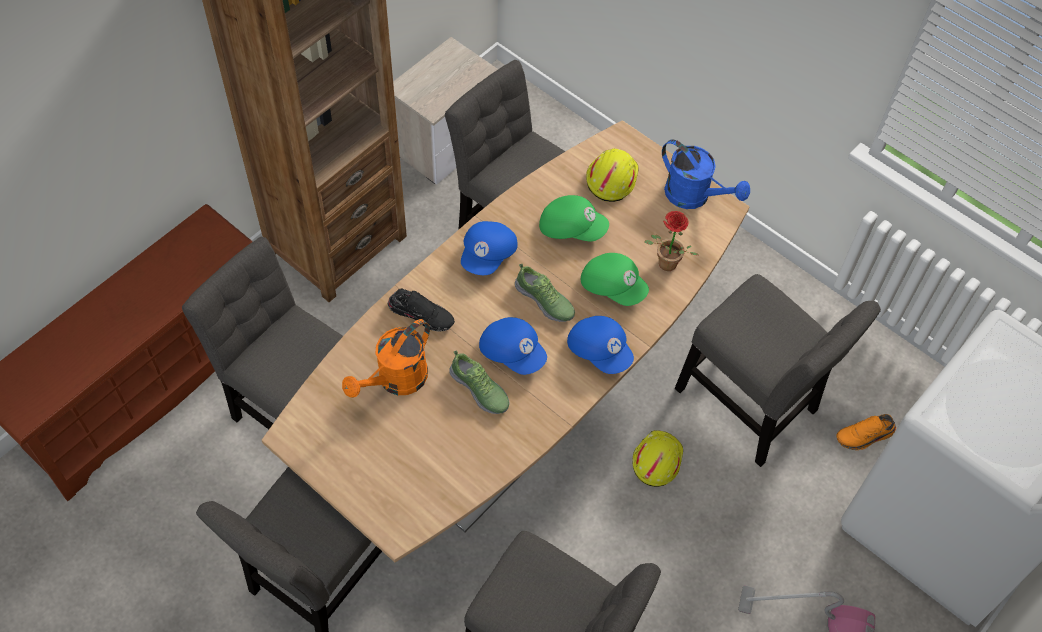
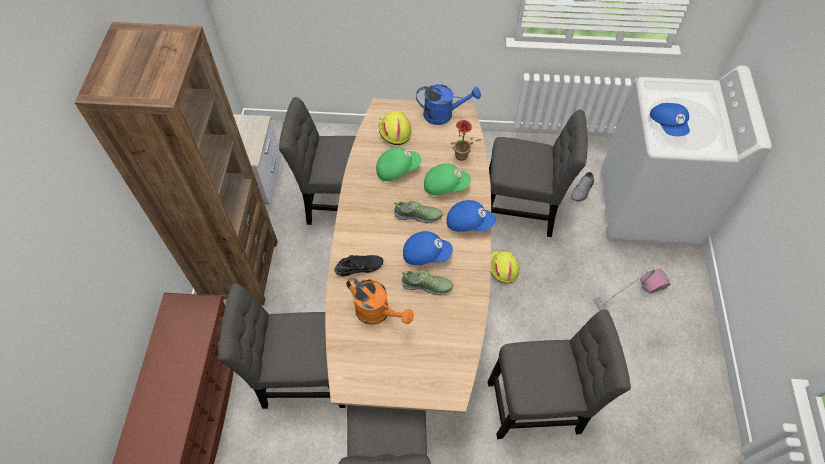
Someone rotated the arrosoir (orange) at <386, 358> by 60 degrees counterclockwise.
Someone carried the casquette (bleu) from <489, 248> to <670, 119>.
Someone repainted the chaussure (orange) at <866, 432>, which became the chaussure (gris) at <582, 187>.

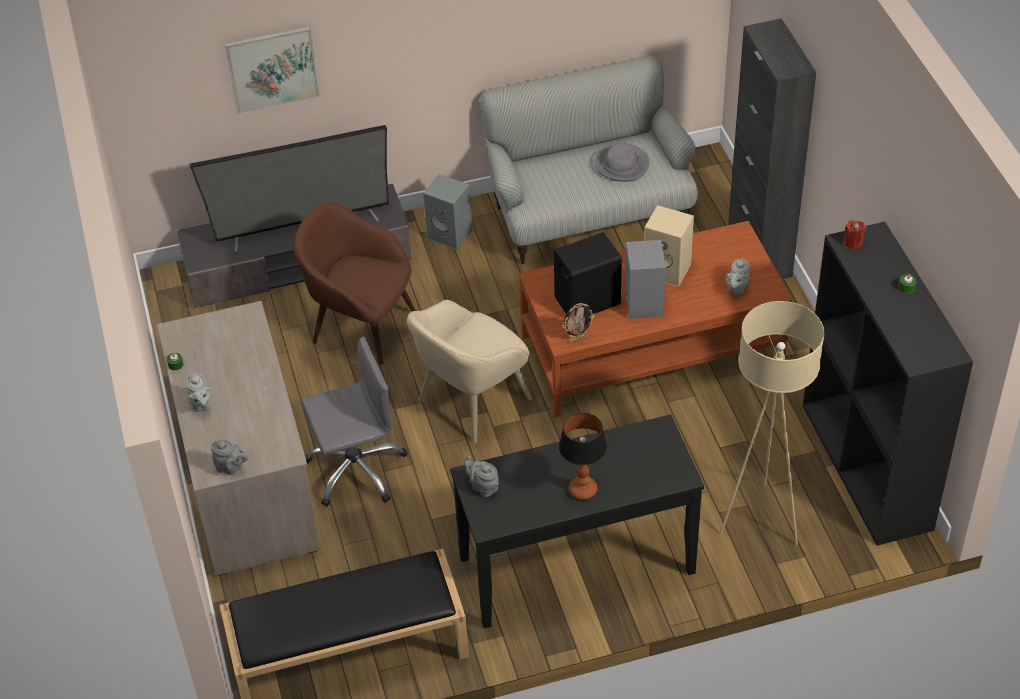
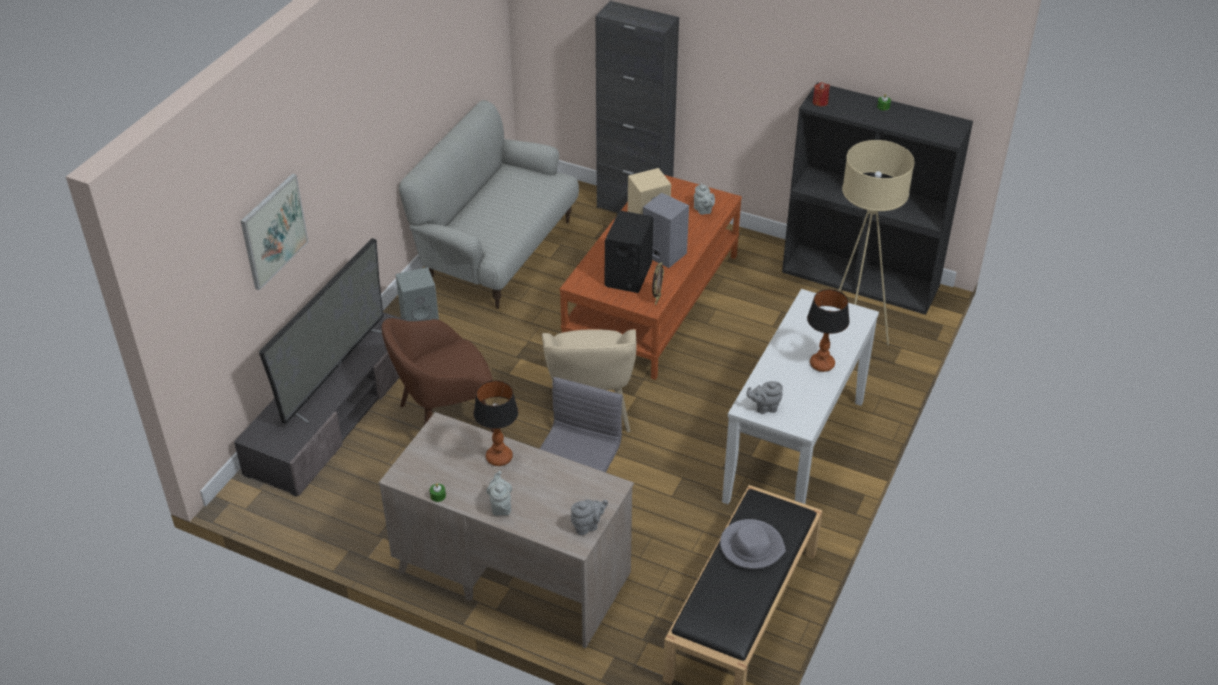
Someone rotated the théière (gris) at <199, 392> by 120 degrees counterclockwise.
Someone repainted the table console (noir) at <577, 521>, which became the table console (blanc) at <800, 396>.
Someone carried the chapeau (gris) from <621, 162> to <753, 544>.
Someone put down the lampe de table at <496, 423>.

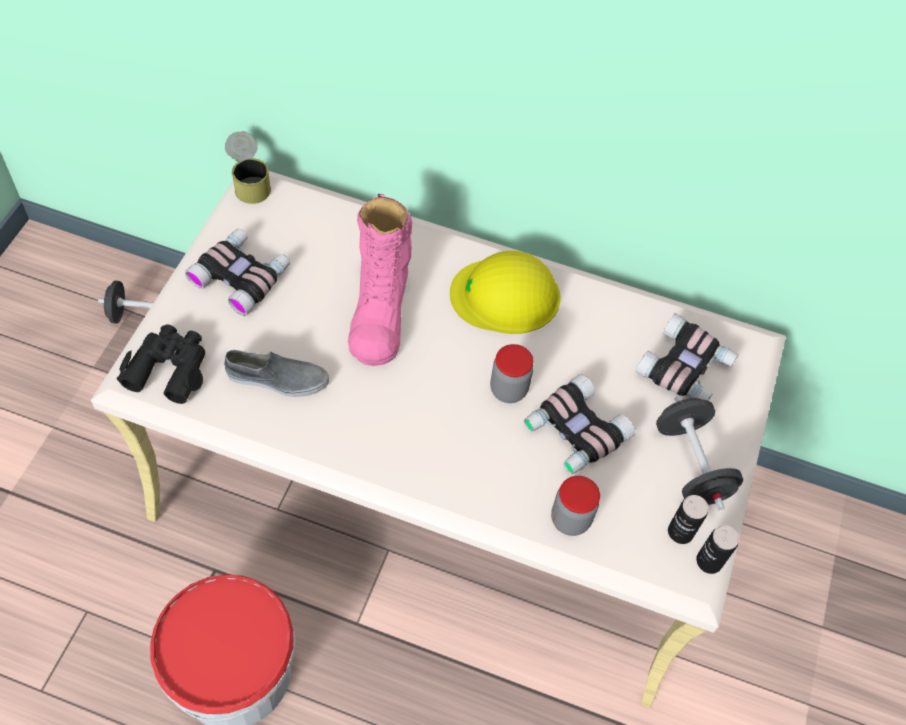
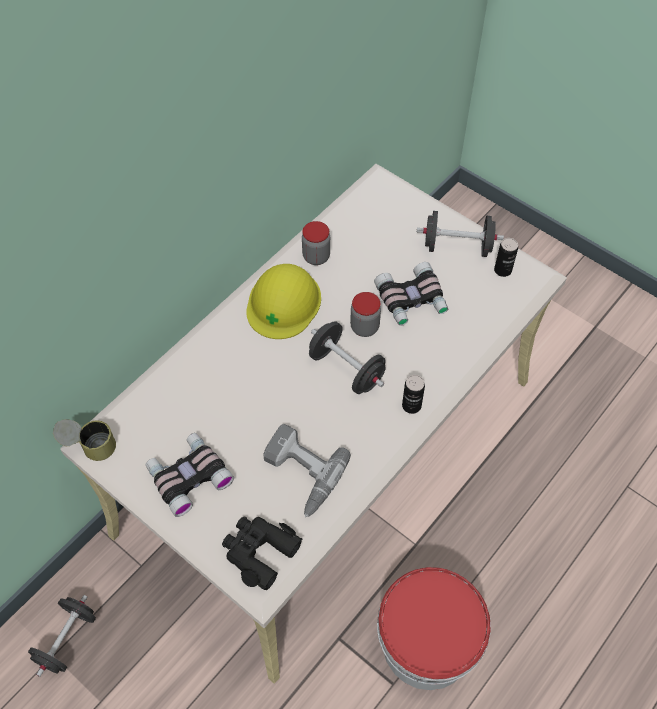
Someone swapped the chaussure (gris) at <276, 373> for the perceuse at <307, 470>.
Someone took away the botte (rose) at <380, 280>.
Someone carried the bocal from <575, 506> to <316, 243>.
Someone took away the jumelles at <687, 357>.
Someone carried the boîte métallique from <717, 549> to <413, 394>.
Someone put down the haltère (noir) at <347, 357>.

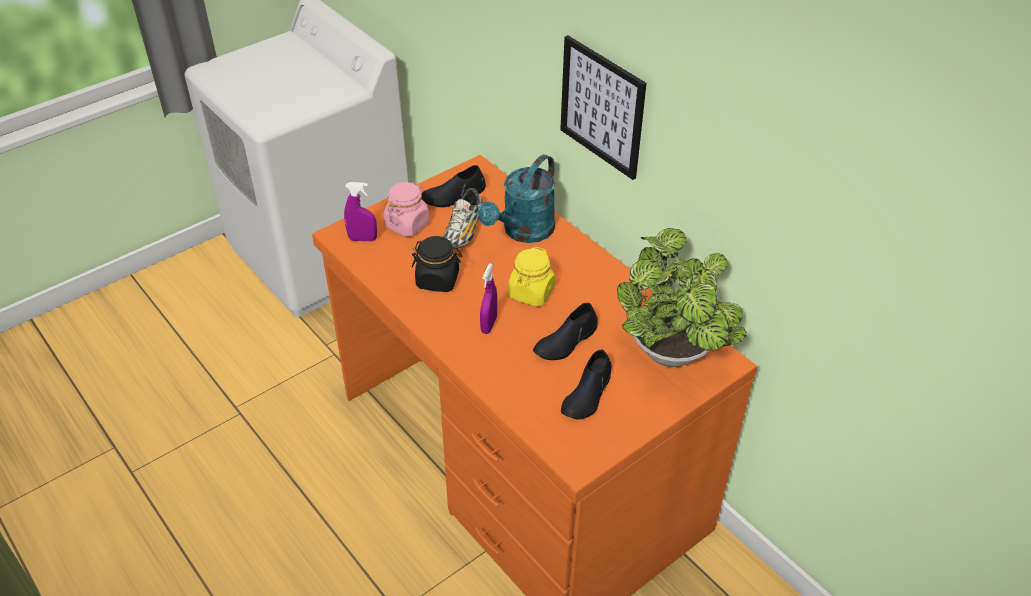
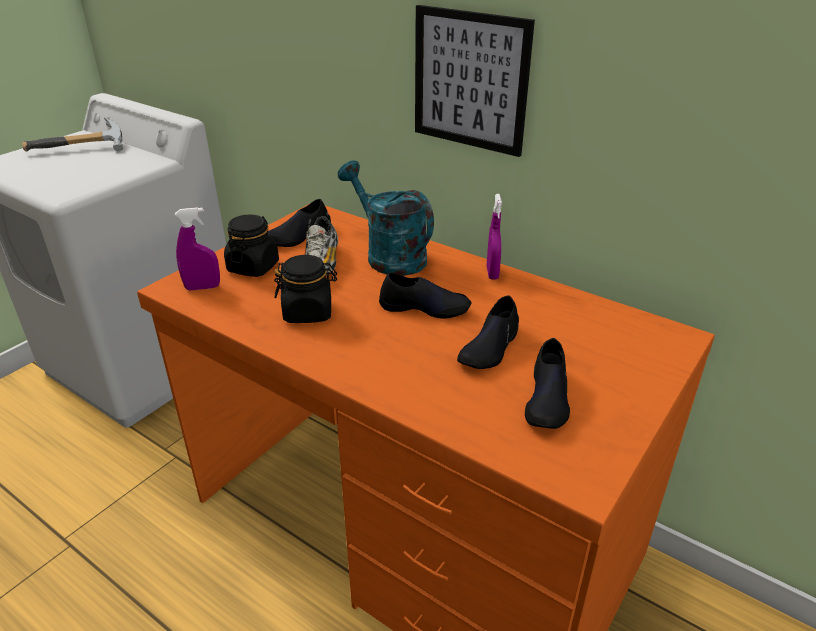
Someone repainted the bocal (rose) at <407, 209>, which became the bocal (noir) at <251, 245>.
Someone rotated the arrosoir (turquoise) at <516, 199> by 120 degrees clockwise.
Someone carried the vaporisateur (violet) from <488, 298> to <494, 237>.
Someone swapped the bocal (jaune) at <531, 277> for the chaussure (noir) at <425, 295>.
Someone took away the plante en pot at <682, 297>.
Someone put down the marteau at <72, 134>.

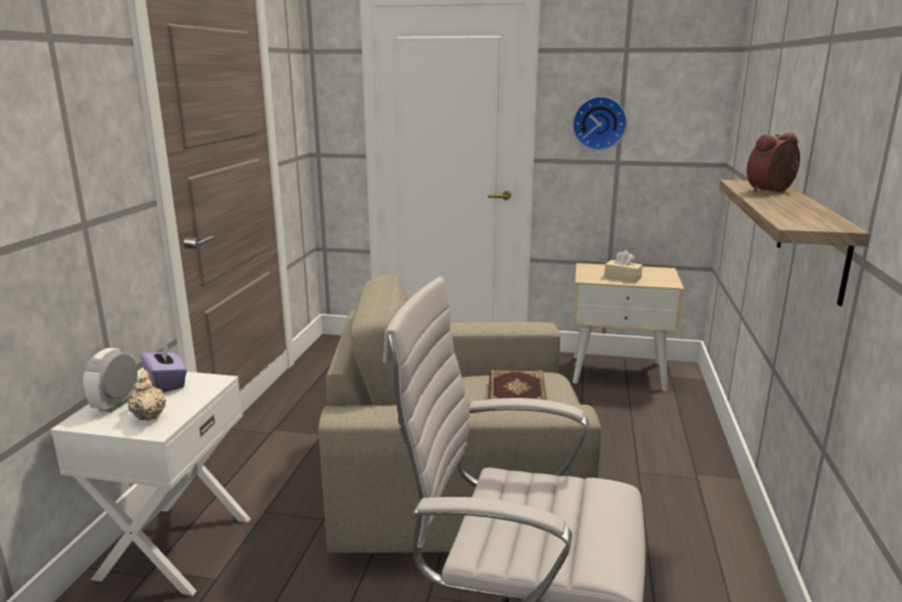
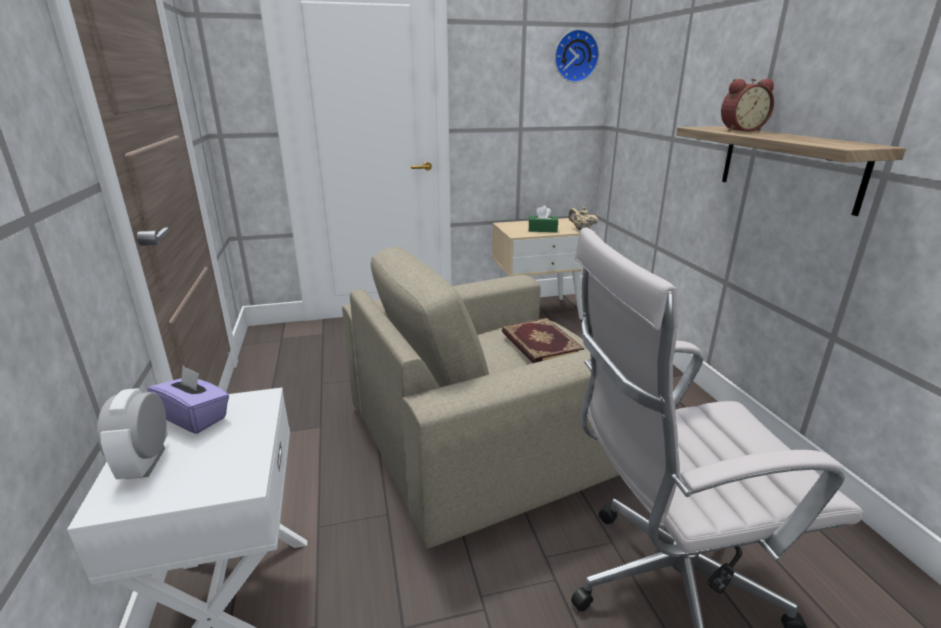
Someone carried the théière (beige) from <147, 395> to <583, 218>.
Someone carried the horloge murale from <599, 123> to <577, 56>.
Someone repainted the boîte à mouchoirs (beige) at <623, 266>, which became the boîte à mouchoirs (vert) at <543, 219>.
Someone rotated the réveil at <773, 162> by 135 degrees counterclockwise.

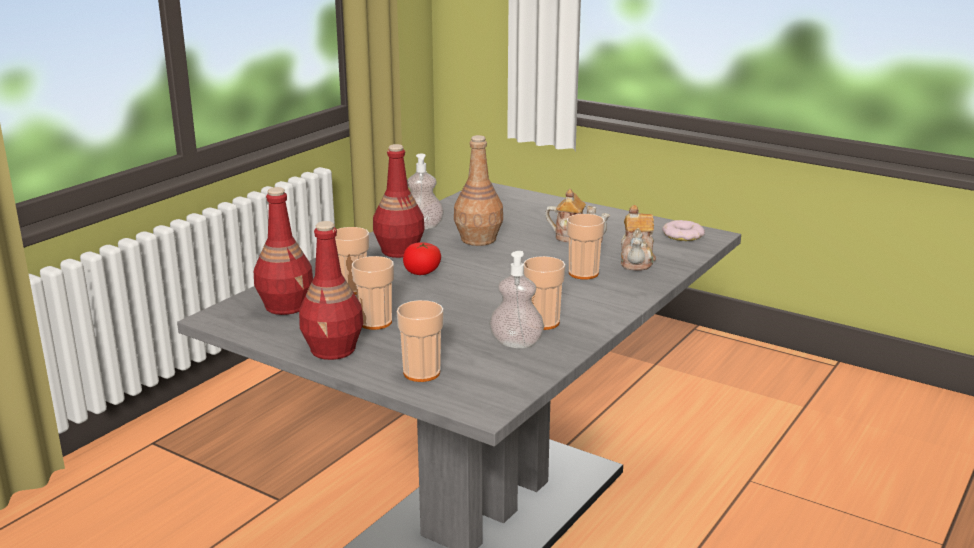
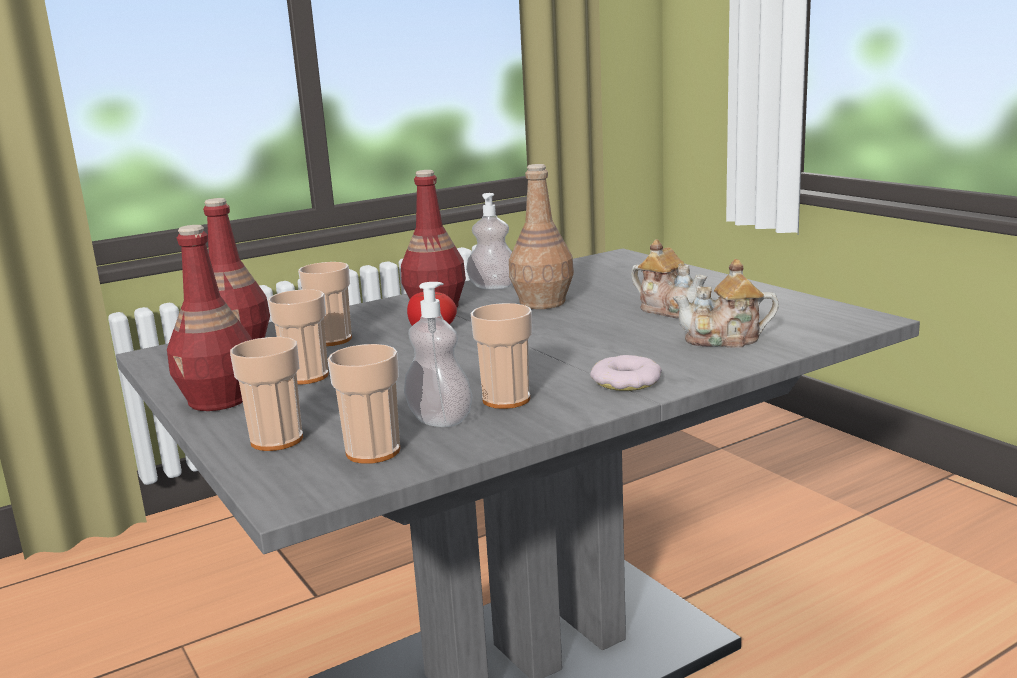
Someone carried the tasse from <586, 247> to <363, 404>.
Someone rotated the théière at <638, 238> by 60 degrees clockwise.
Someone carried the beignet from <683, 230> to <626, 373>.

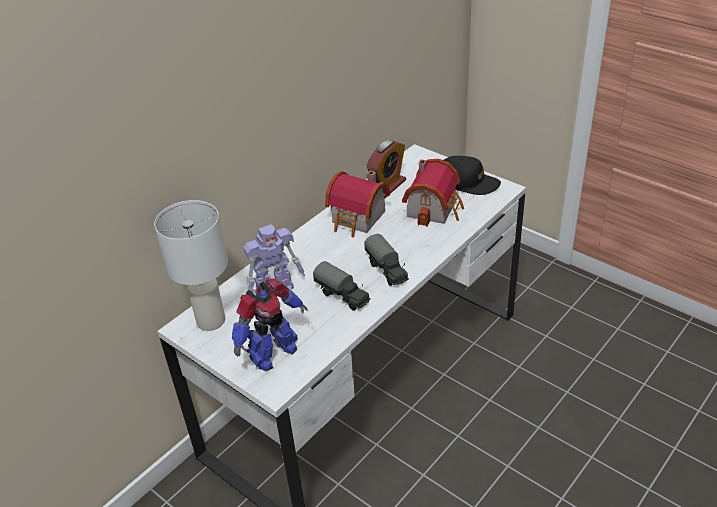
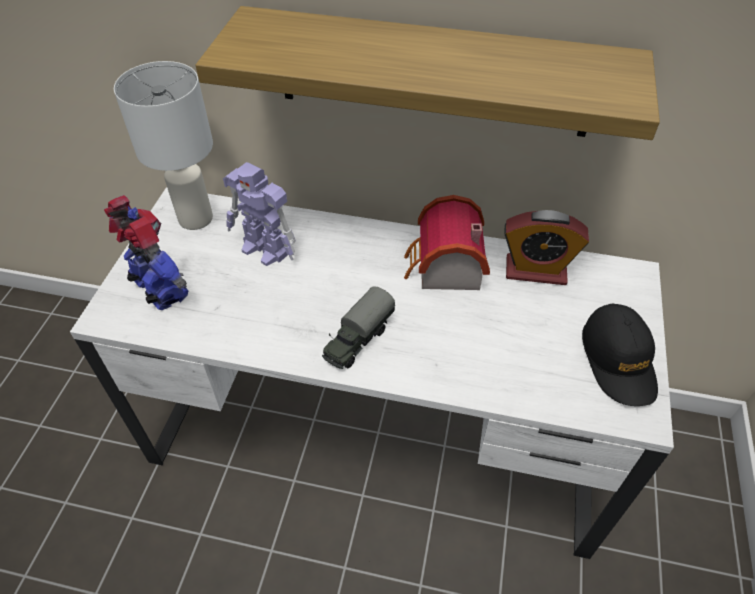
Someone rotated the robot jouet at <269, 324> by 150 degrees counterclockwise.
Someone took away the camion jouet at <341, 286>.
Someone took away the maison miniature at <433, 193>.
Someone put up the étagère at <427, 73>.

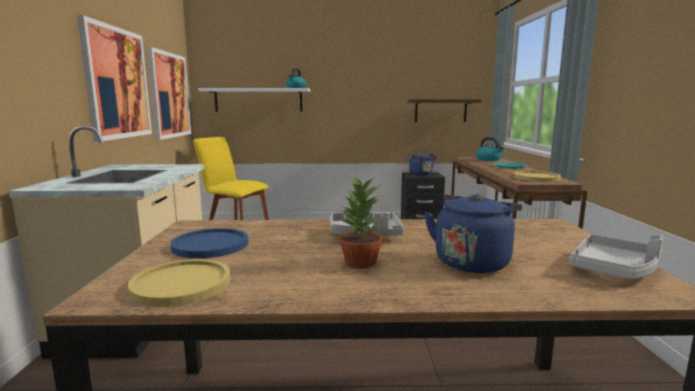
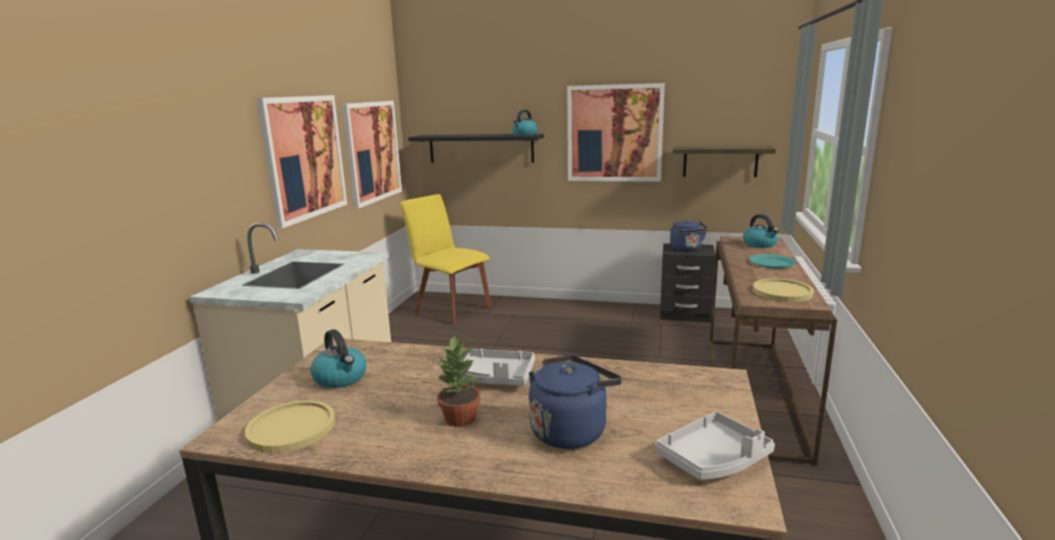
Someone swapped the assiette (bleu) at <209, 243> for the bouilloire at <338, 358>.
Someone repainted the étagère (blanc) at <254, 100>, which became the étagère (noir) at <476, 148>.
Someone put up the tableau at <616, 132>.

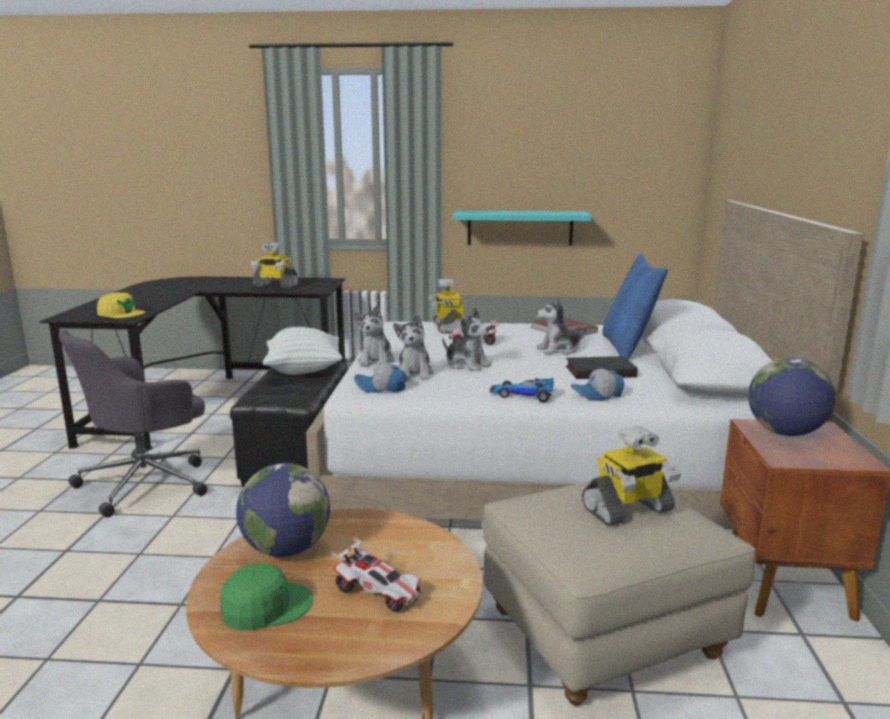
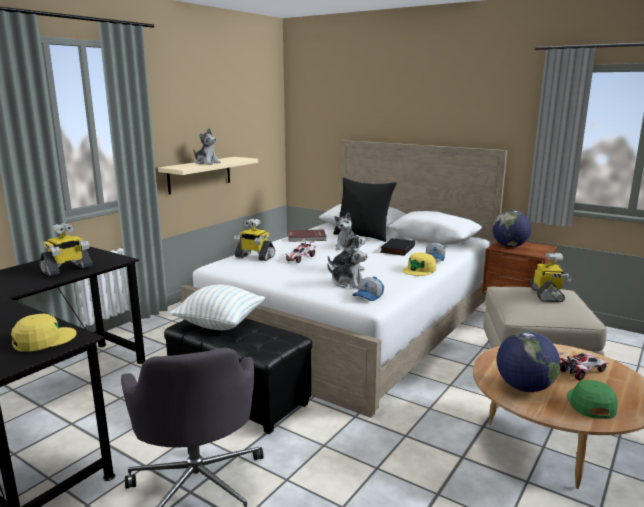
Someone carried the peluche from <374, 336> to <207, 146>.
Someone repainted the étagère (turquoise) at <522, 228>, which became the étagère (beige) at <208, 176>.
Someone swapped the petite voiture at <522, 390> for the casquette (jaune) at <419, 264>.
Someone repainted the coussin (bleu) at <635, 306>, which became the coussin (noir) at <365, 210>.

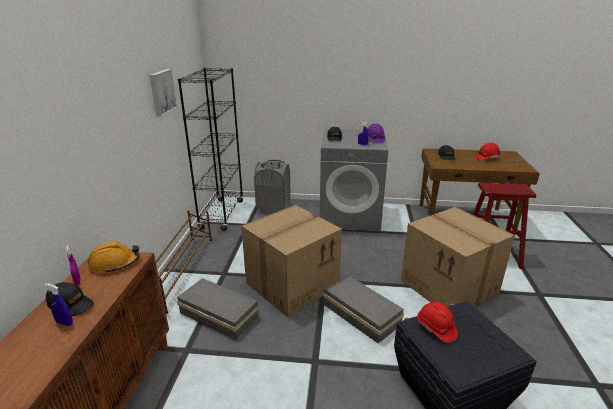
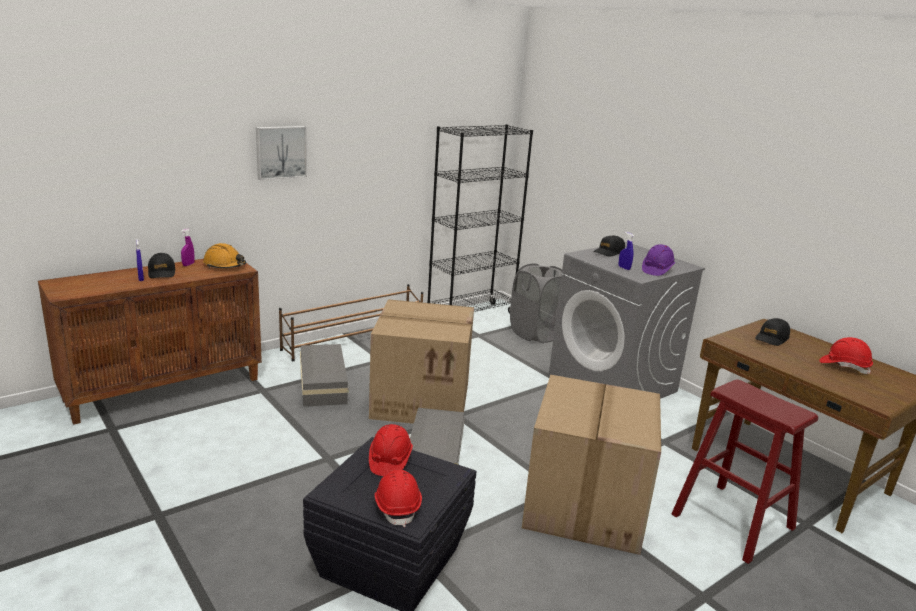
Someone carried the tableau from <163, 93> to <281, 153>.
Someone put down the casque de chantier (rouge) at <398, 498>.

